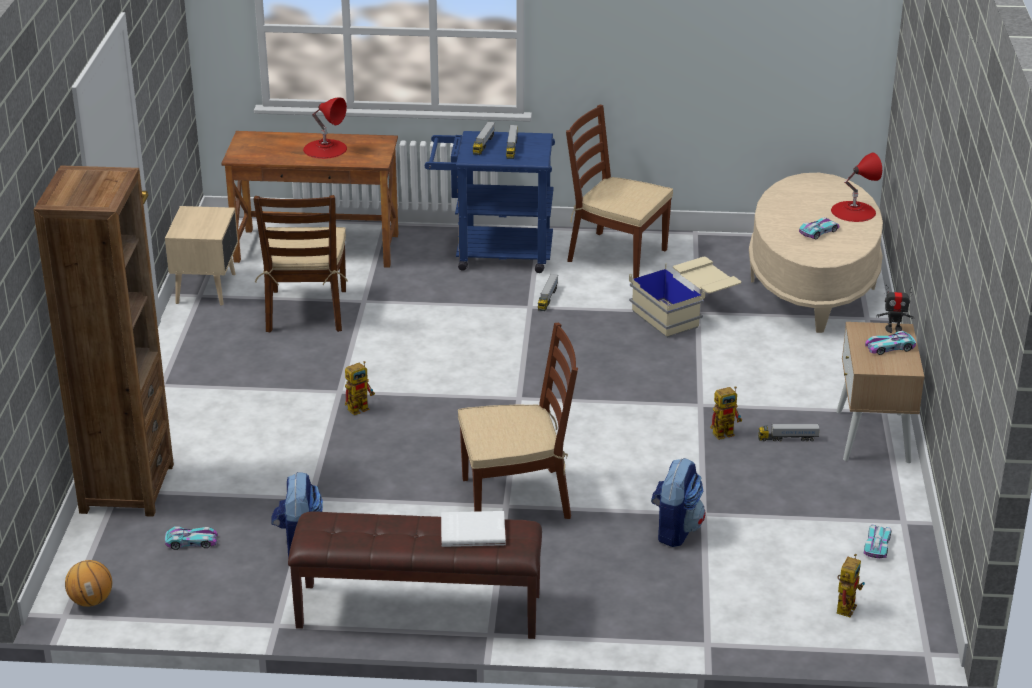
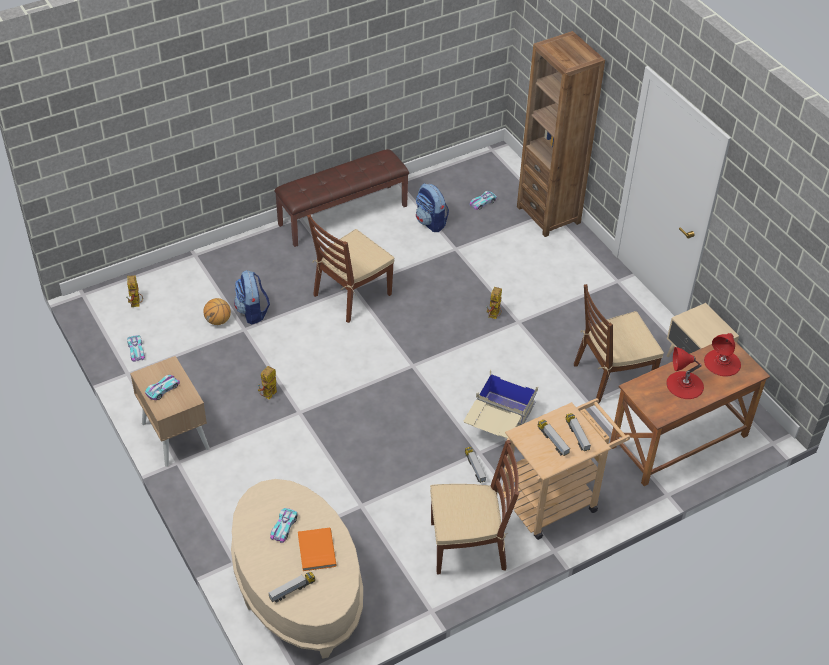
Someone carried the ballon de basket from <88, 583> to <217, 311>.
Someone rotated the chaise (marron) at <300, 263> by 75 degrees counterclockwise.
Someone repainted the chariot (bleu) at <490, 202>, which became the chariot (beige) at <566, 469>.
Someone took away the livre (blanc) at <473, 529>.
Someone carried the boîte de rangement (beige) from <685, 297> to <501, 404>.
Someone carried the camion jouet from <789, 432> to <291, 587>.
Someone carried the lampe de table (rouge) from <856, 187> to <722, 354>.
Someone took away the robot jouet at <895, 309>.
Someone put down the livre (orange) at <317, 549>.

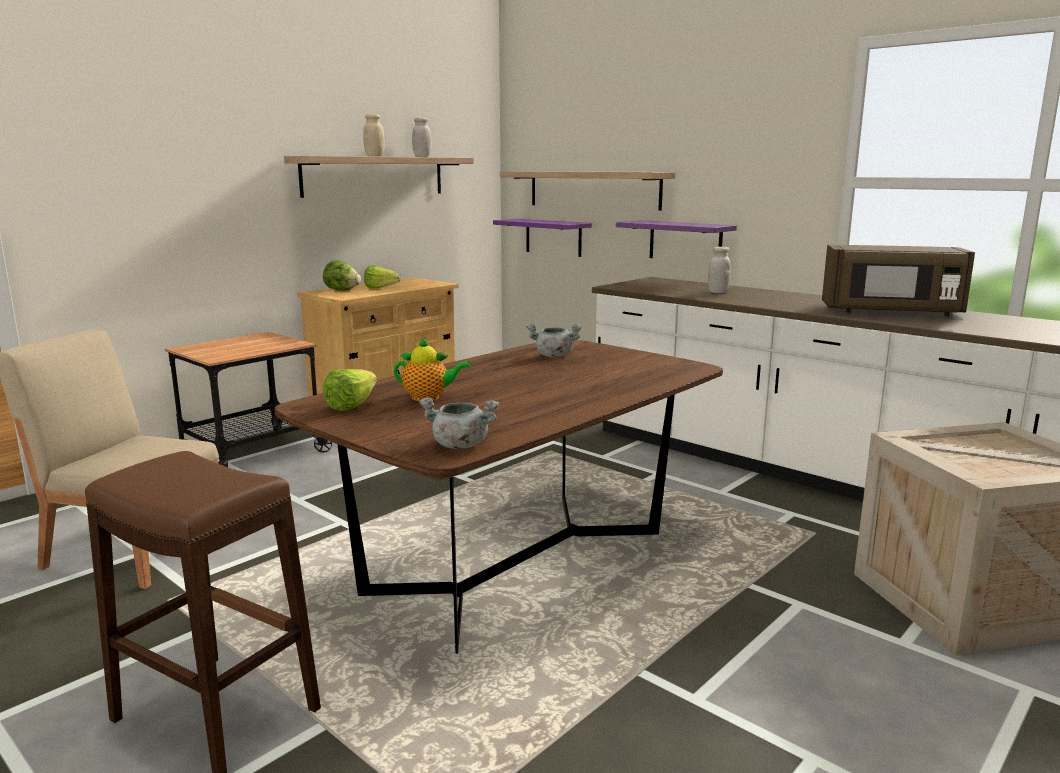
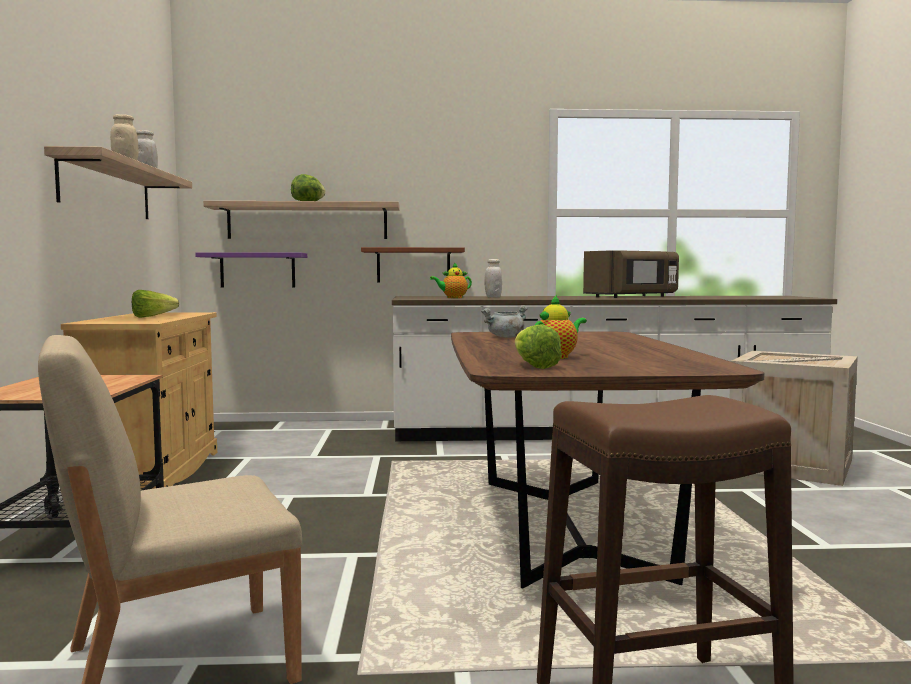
Someone carried the laitue from <342, 275> to <308, 187>.
Someone took away the marmite (gris) at <458, 423>.
Someone repainted the étagère (violet) at <676, 239>, which became the étagère (marron) at <413, 264>.
Someone put down the théière at <451, 280>.

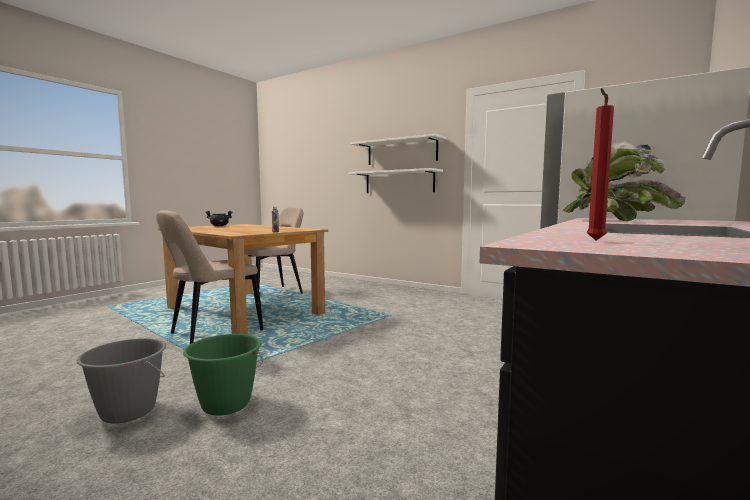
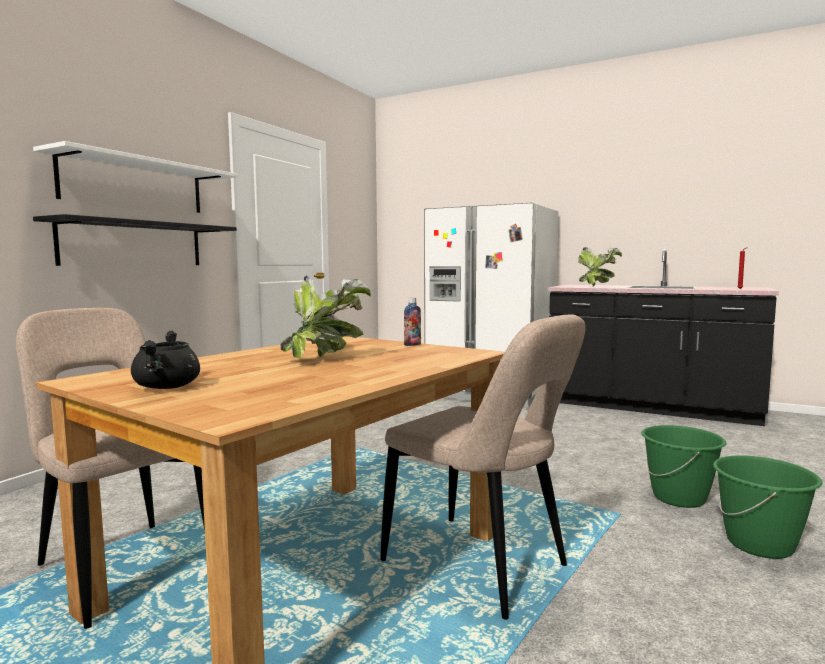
Someone repainted the seau (gris) at <121, 381>, which became the seau (vert) at <768, 507>.
Someone repainted the étagère (blanc) at <395, 180>, which became the étagère (noir) at <135, 240>.
Someone put down the plante en pot at <325, 317>.

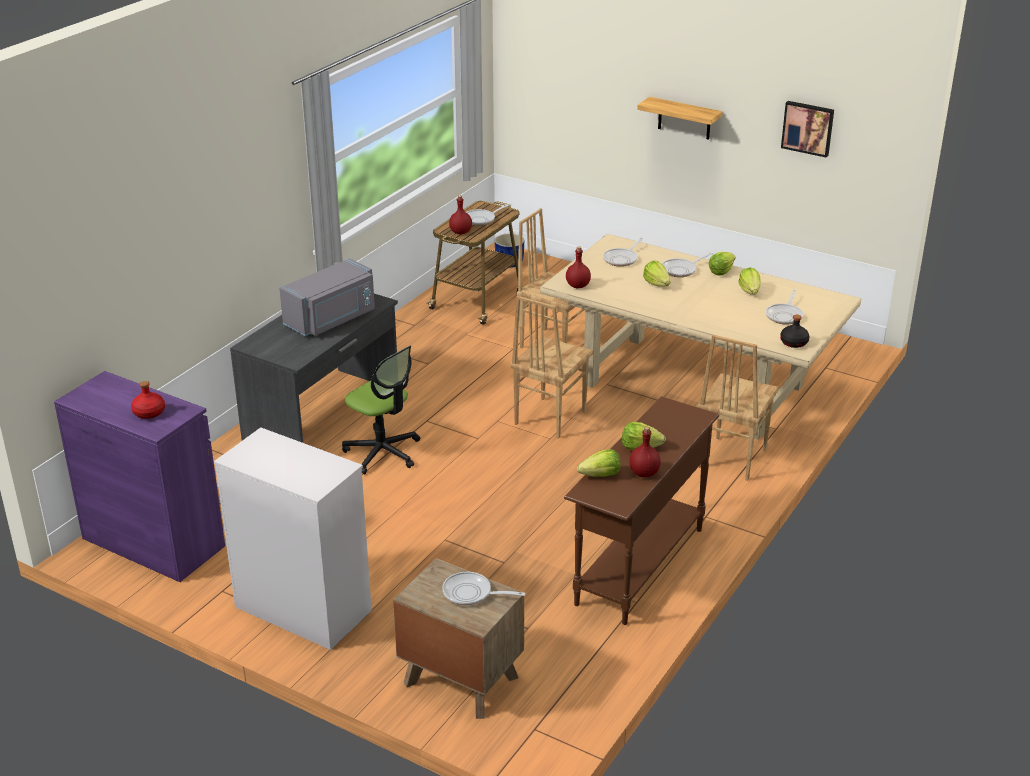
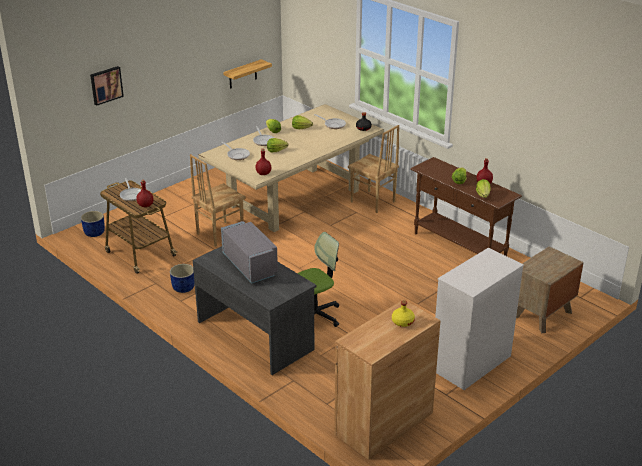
Someone repainted the meuble de rangement (violet) at <139, 476>, which became the meuble de rangement (marron) at <387, 379>.
Someone repainted the bouteille (rouge) at <148, 400>, which became the bouteille (jaune) at <403, 313>.
Someone took away the poêle at <484, 589>.
Someone took away the chaise (marron) at <551, 367>.
Someone carried the étagère from <679, 118> to <247, 74>.
Someone carried the tableau from <807, 129> to <107, 86>.
Someone put down the cache-pot (bleu) at <182, 278>.

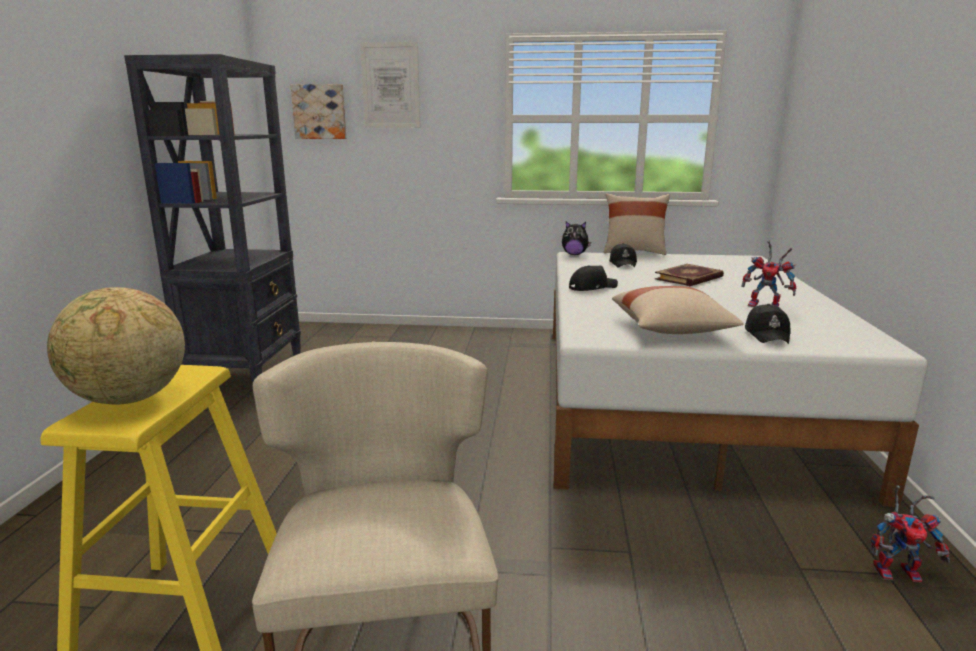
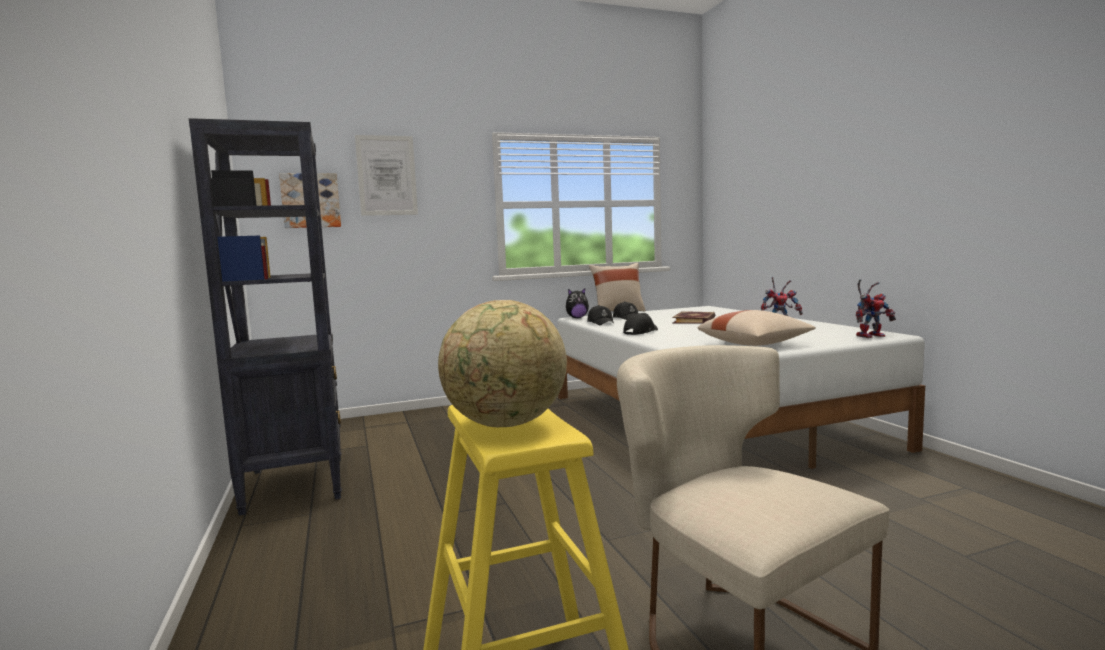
Someone carried the casquette (noir) from <768, 324> to <600, 315>.
Someone carried the robot jouet from <910, 534> to <876, 308>.

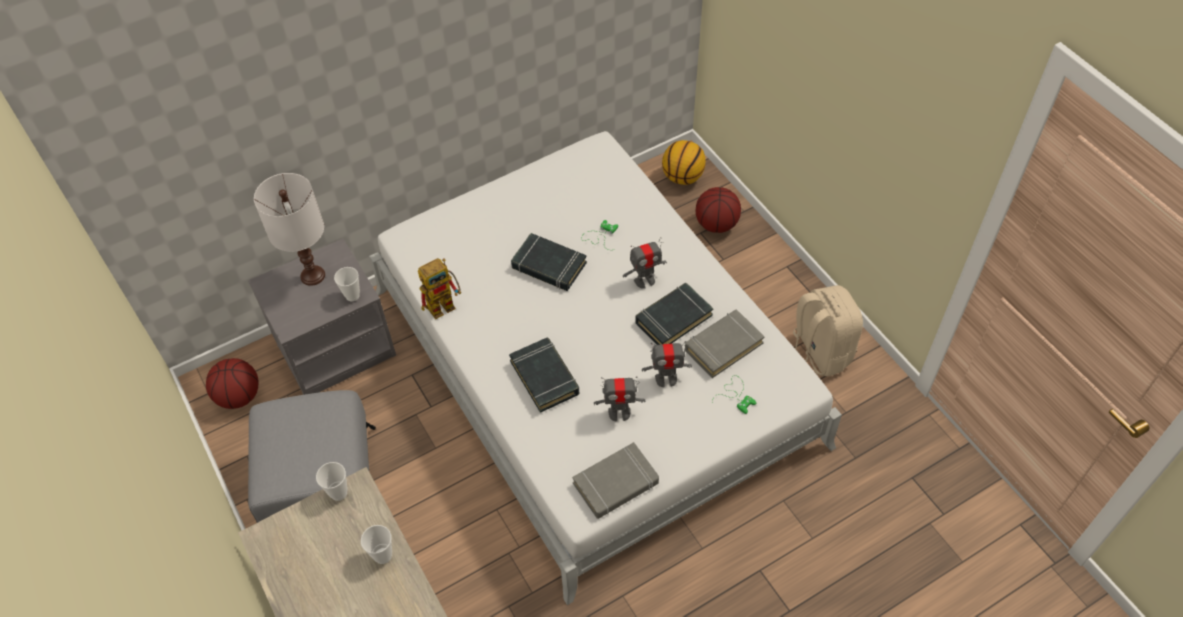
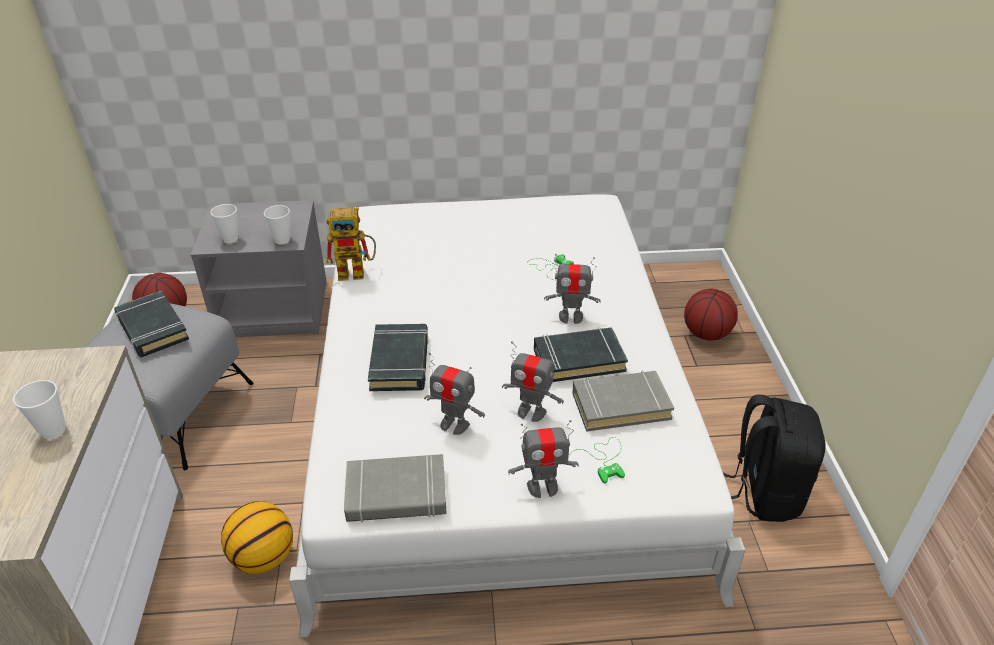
Someone took away the lampe de table (blanc) at <289, 229>.
Someone carried the tasse from <332, 481> to <224, 223>.
Someone carried the livre (noir) from <549, 262> to <151, 324>.
Someone carried the ballon de basket from <684, 162> to <257, 537>.
Someone repainted the sac à dos (beige) at <828, 330>, which became the sac à dos (noir) at <774, 458>.
Someone put down the robot jouet at <543, 459>.

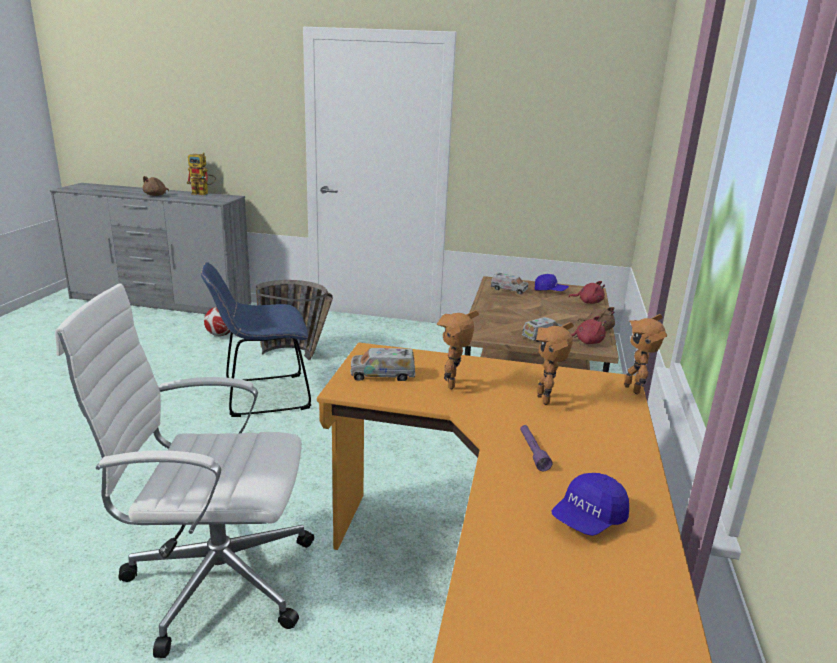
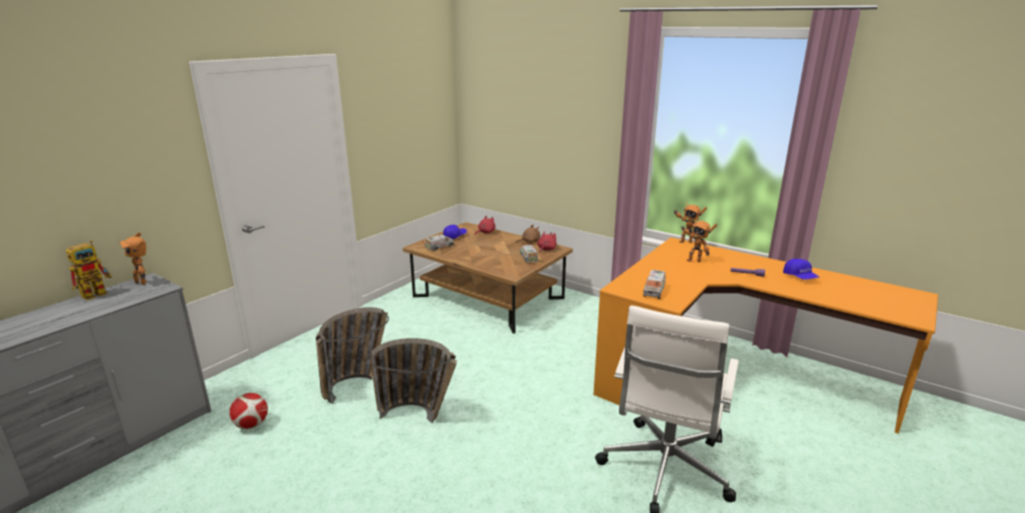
Someone took away the peluche (marron) at <156, 186>.
Someone swapped the chaise (bleu) at <256, 339> for the panier at <413, 380>.
Someone carried the robot jouet from <458, 349> to <132, 258>.

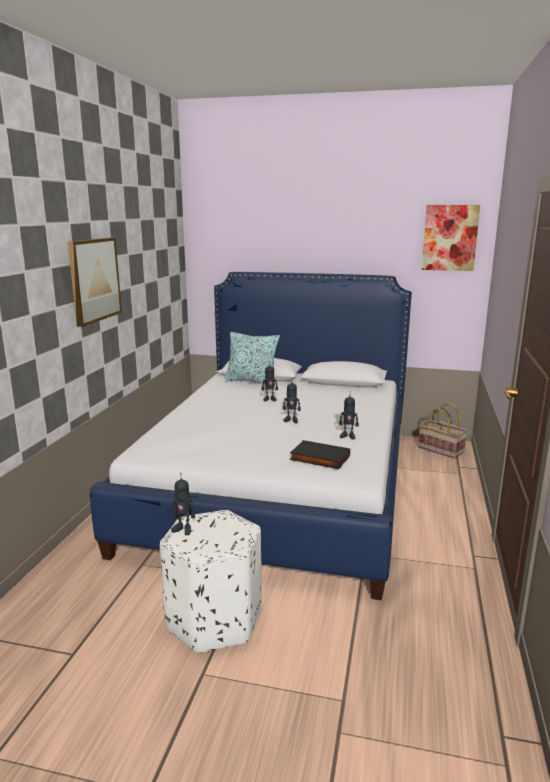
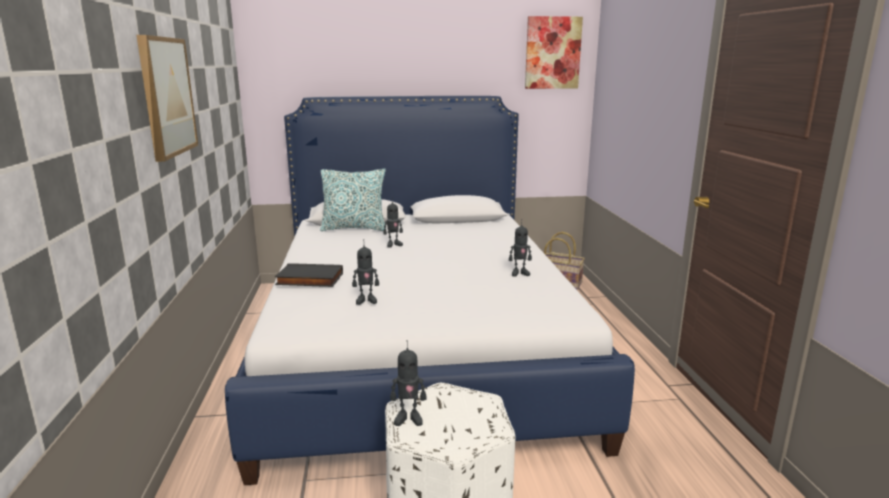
Someone carried the robot jouet from <292, 402> to <365, 272>.
Someone carried the livre (noir) from <320, 454> to <309, 275>.

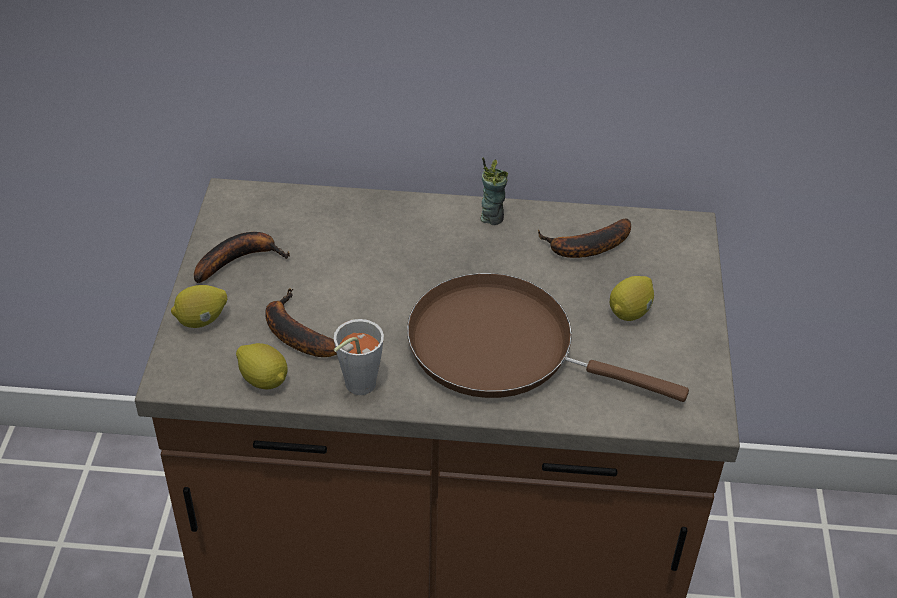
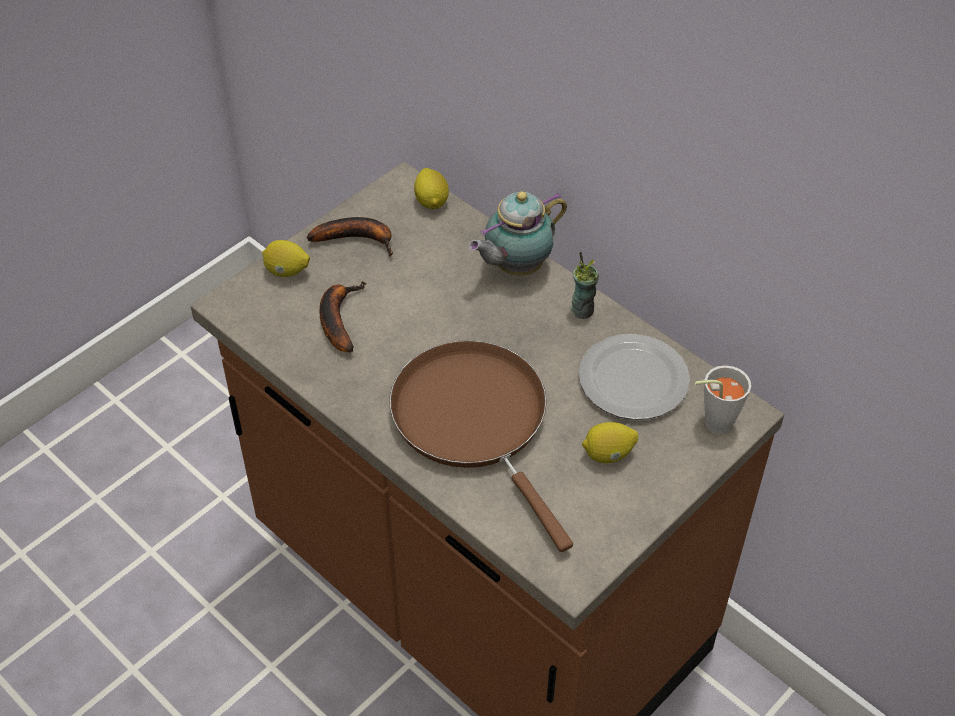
Someone carried the citron from <262, 366> to <431, 188>.
Someone carried the tasse (gris) from <359, 357> to <723, 399>.
Someone swapped the banane at <584, 238> for the assiette at <634, 377>.
Someone put down the théière at <517, 233>.

